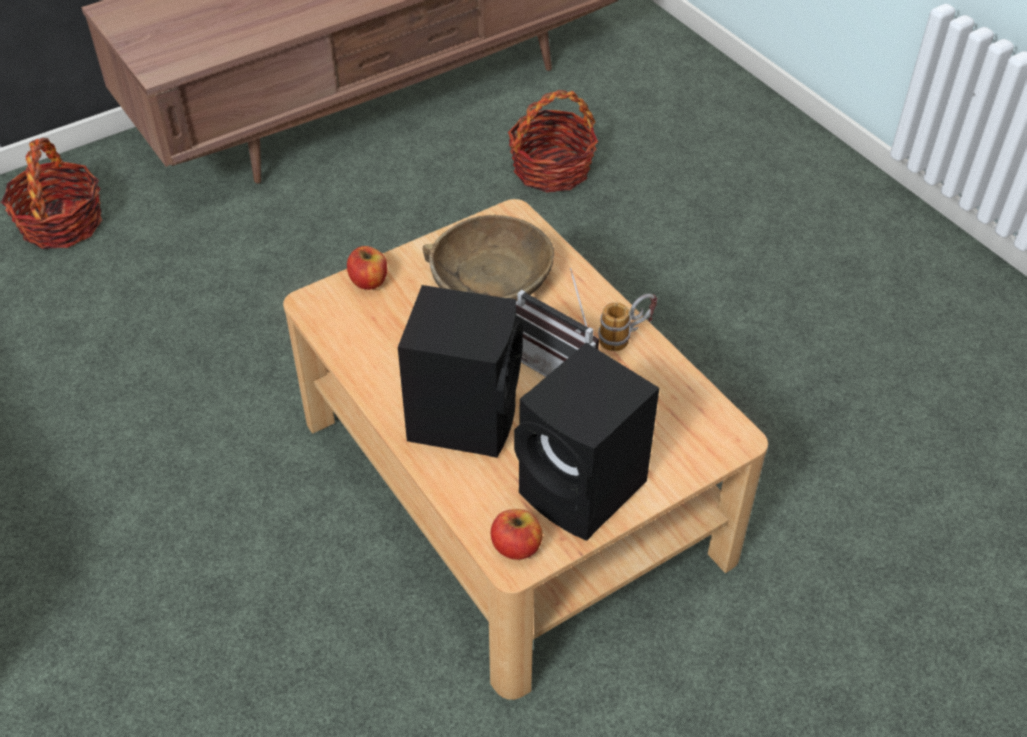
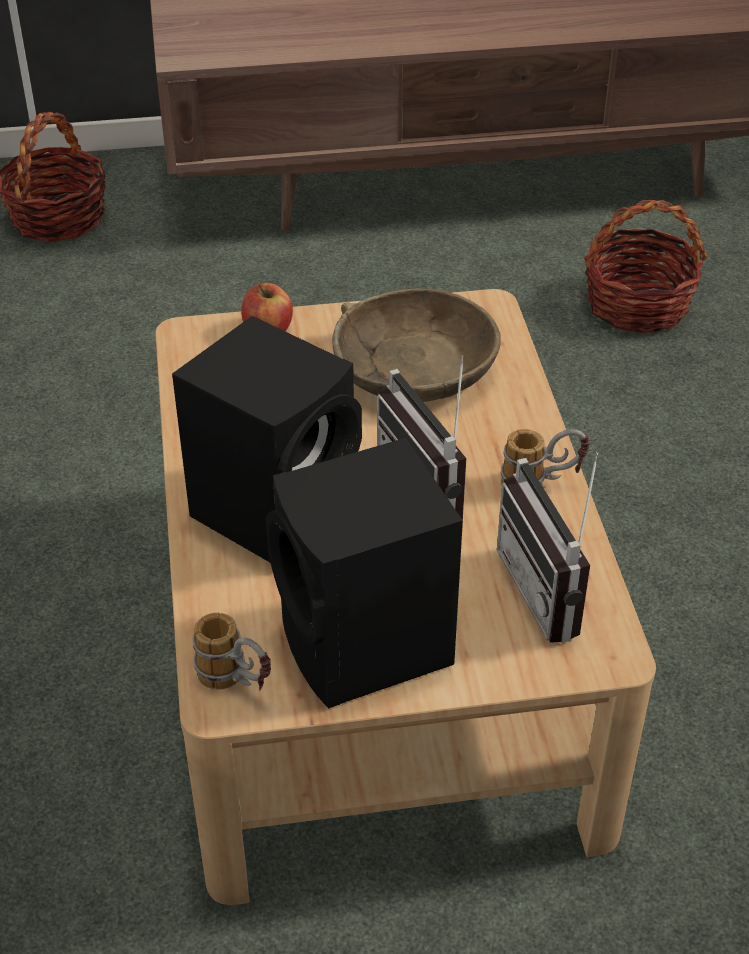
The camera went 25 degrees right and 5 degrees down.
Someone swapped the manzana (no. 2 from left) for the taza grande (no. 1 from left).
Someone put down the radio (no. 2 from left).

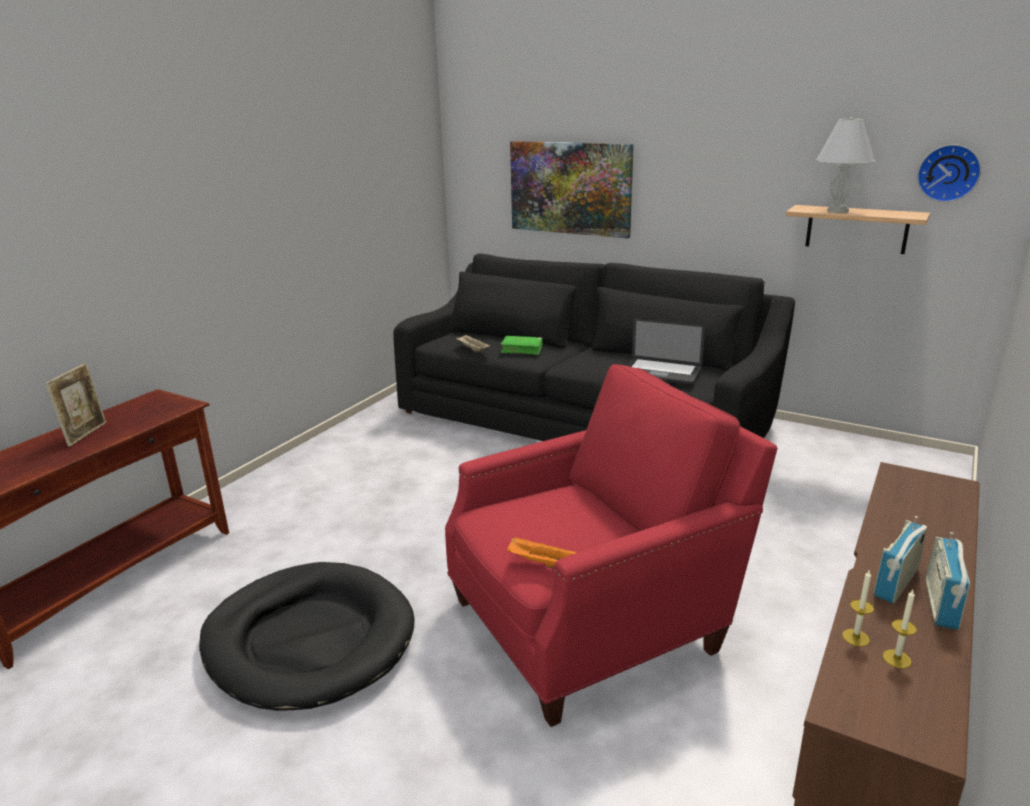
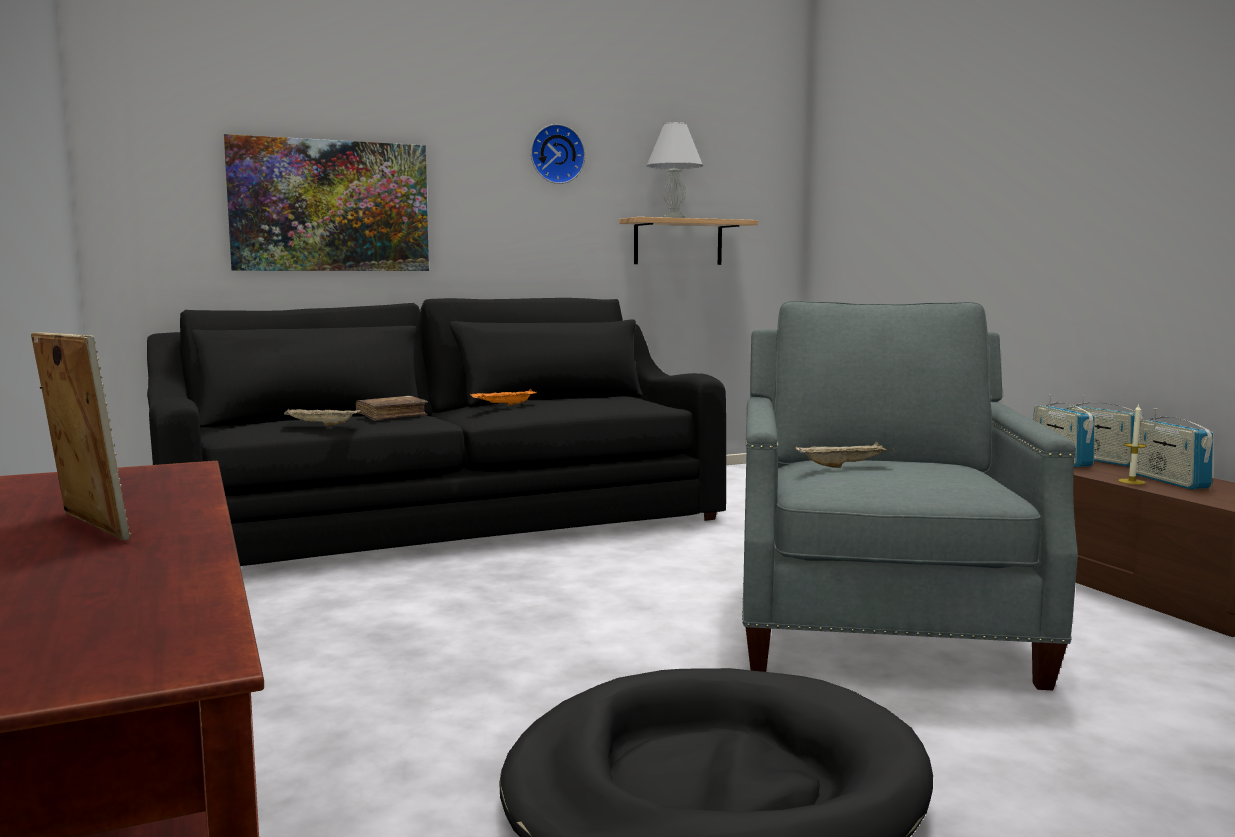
The camera went 55 degrees left and 15 degrees down.
Someone carried the reloj de pared.
Someone took away the portátil.
Someone repainted the libro/verde, which became the libro/marrón.
Someone repainted the sillón/rojo, which became the sillón/gris.
Someone carried the bandeja/naranja.
Someone swapped the vela (no. 2 from left) for the radio (no. 3 from left).
Someone put down the bandeja/beis (no. 2 from left).

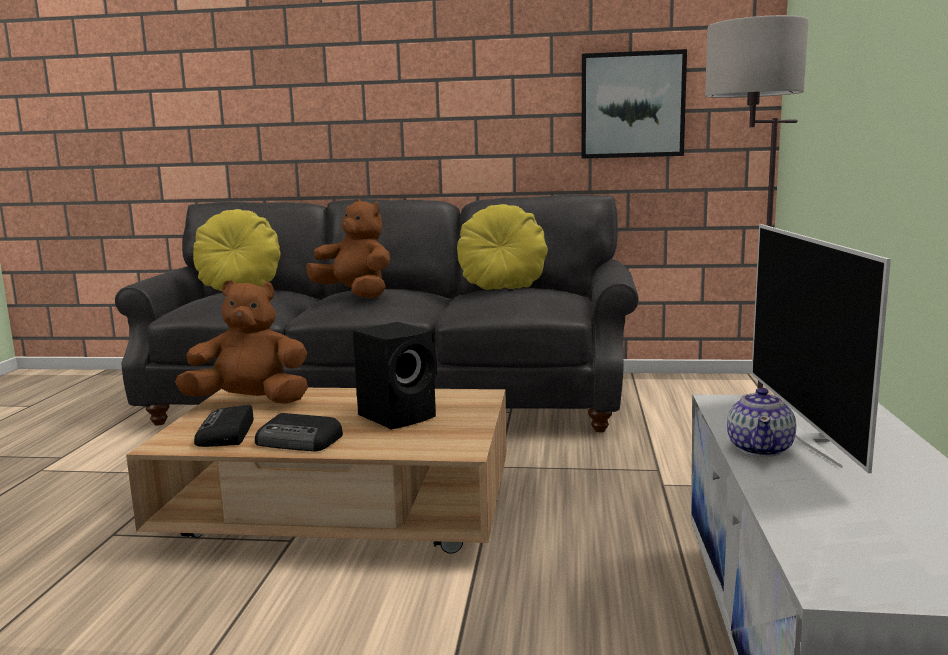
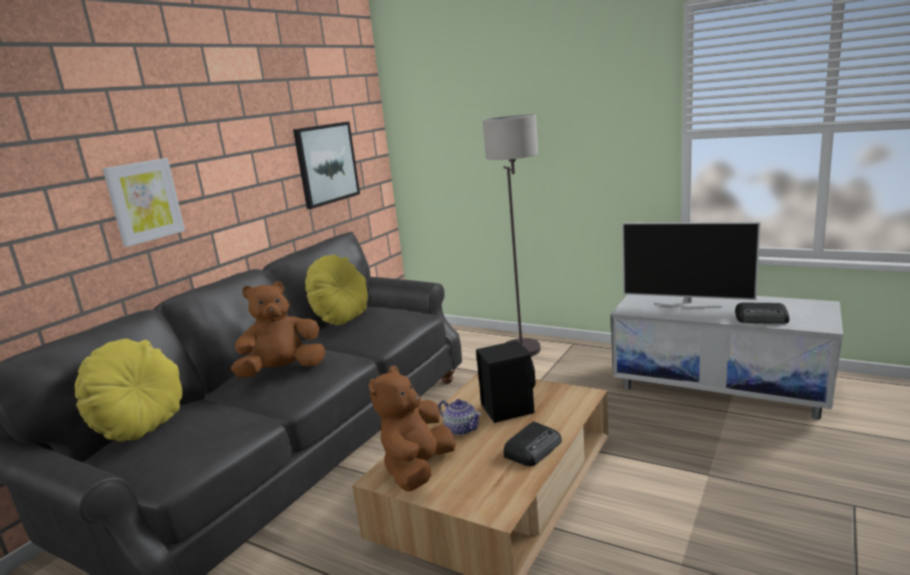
The camera went 65 degrees left and 5 degrees up.
Someone carried the tetera.
Someone carried the radio (no. 1 from left in the first image).
Someone put up the cuadro (no. 1 from left).

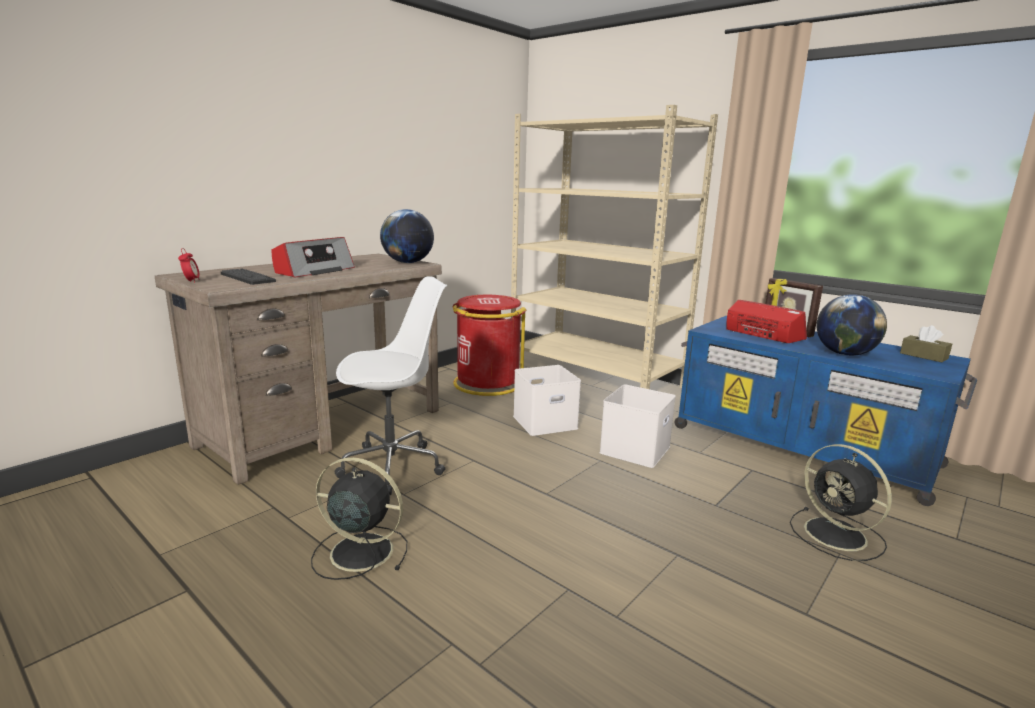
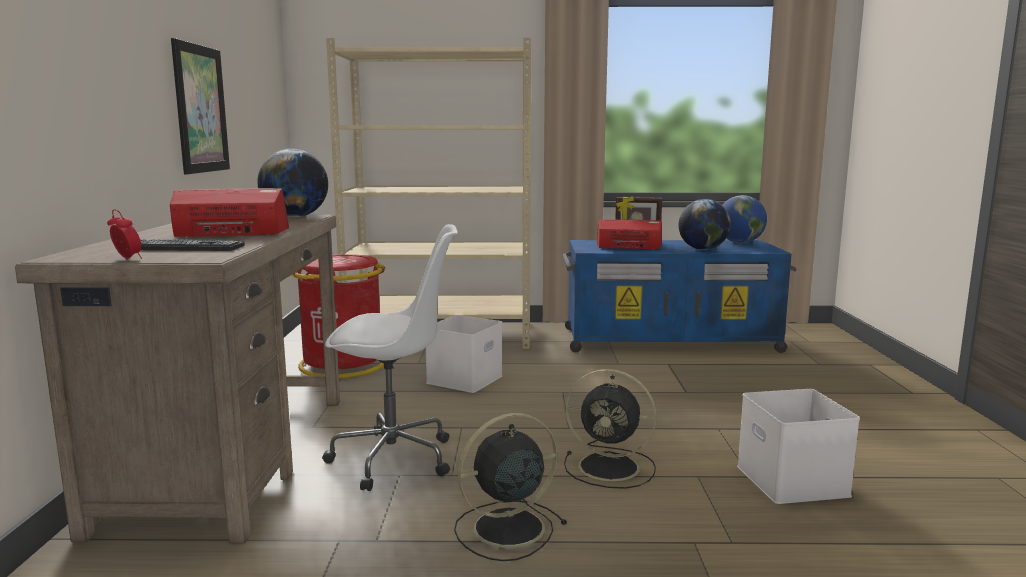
The camera went 40 degrees left and 5 degrees down.
Someone rotated the radio (no. 1 from left) by 90 degrees counterclockwise.
Someone rotated the silla de oficina/blanco by 60 degrees clockwise.
Someone swapped the caja de pañuelos/marrón for the globo terráqueo (no. 3 from left).
Someone carried the caja de almacenaje/blanco (no. 2 from left).
Someone carried the ventilador/negro (no. 2 from left).
Someone put up the cuadro.

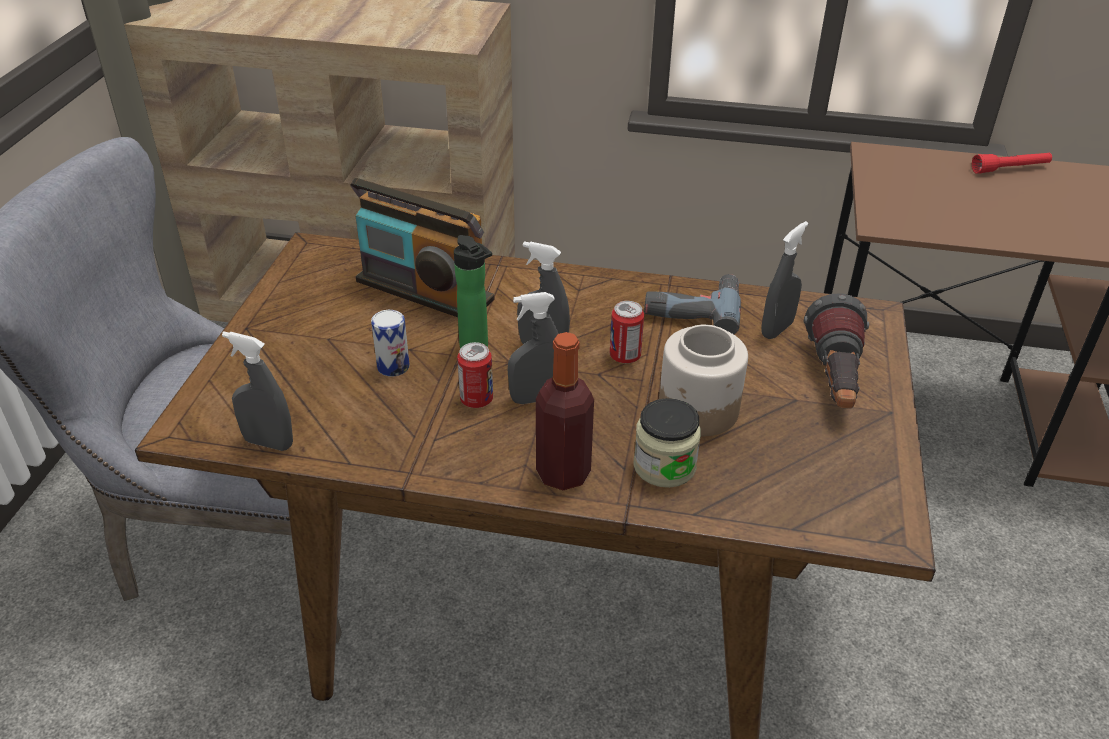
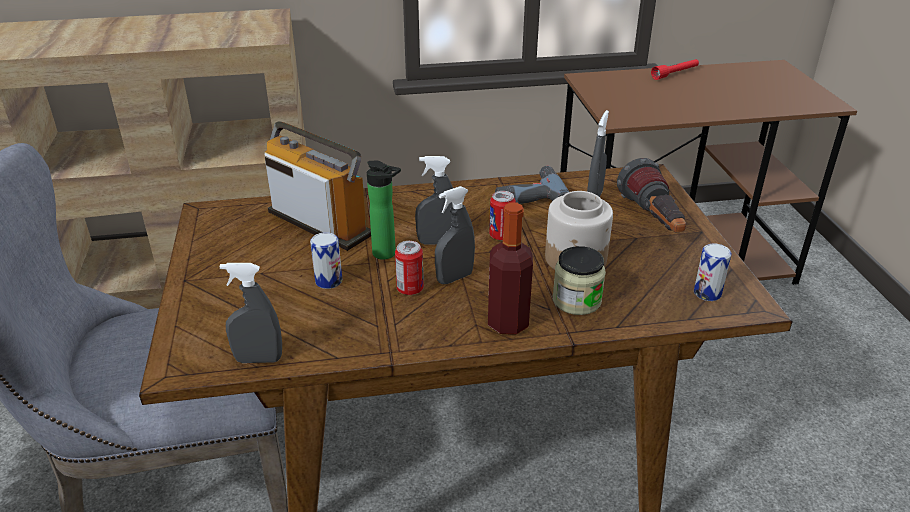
The camera went 20 degrees left and 5 degrees down.
Someone rotated the radio by 150 degrees counterclockwise.
Someone put down the lata (no. 4 from left).

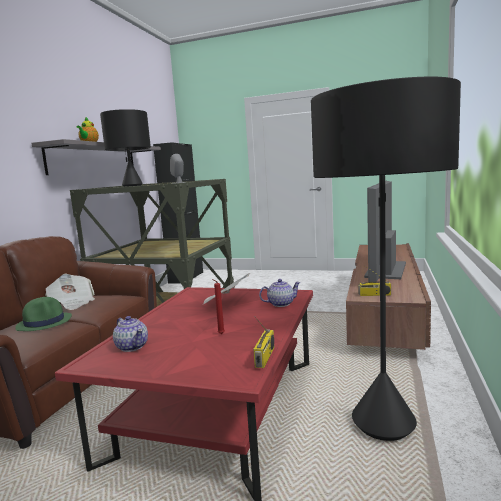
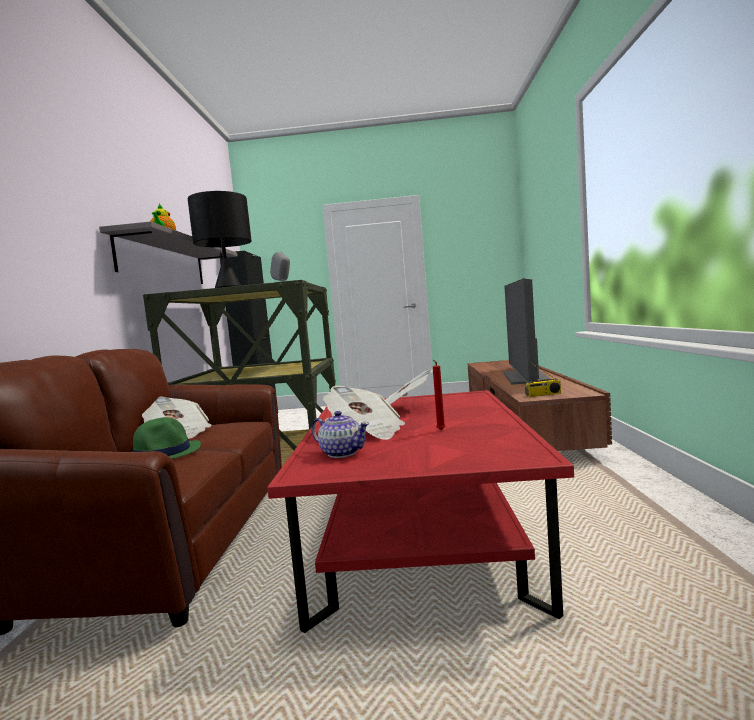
The camera went 15 degrees left and 5 degrees down.
Someone took away the lámpara de pie/negro.
Someone took away the tetera (no. 3 from left).
Someone took away the radio (no. 1 from left).
Someone put down the periódico (no. 2 from left).

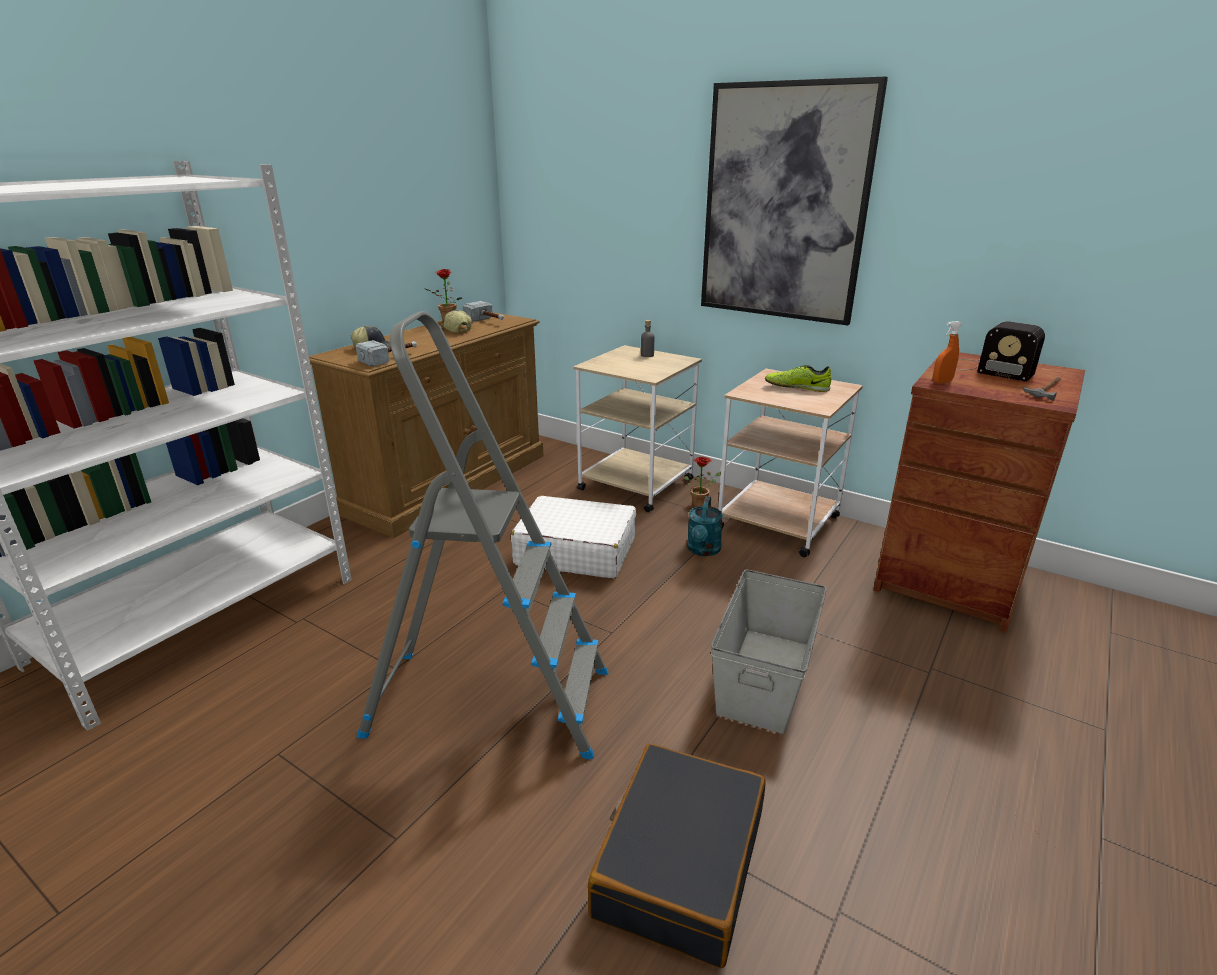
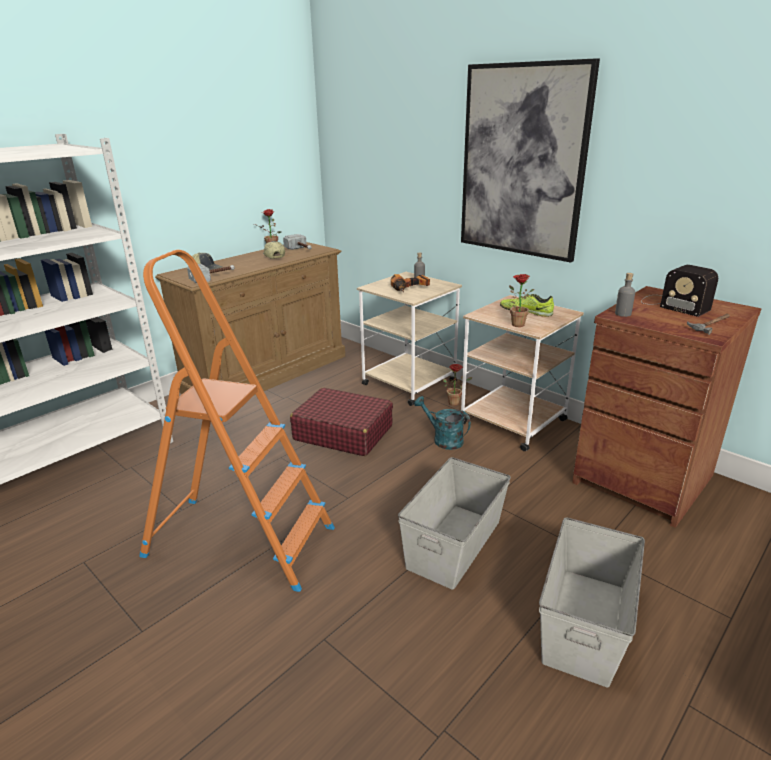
The camera went 10 degrees right and 0 degrees up.
Someone repainted the escalera de tijera/gris, which became the escalera de tijera/naranja.
Someone swapped the pulverizador/naranja for the botella/gris (no. 2 from left).
Someone repainted the maleta/blanco, which became the maleta/rojo.
Someone rotated the regadera/turquesa by 105 degrees clockwise.
Someone took away the maleta/negro.
Someone put down the taladro.
Someone put down the planta en maceta (no. 3 from left).
Someone put down the caja de almacenaje/gris (no. 2 from left).

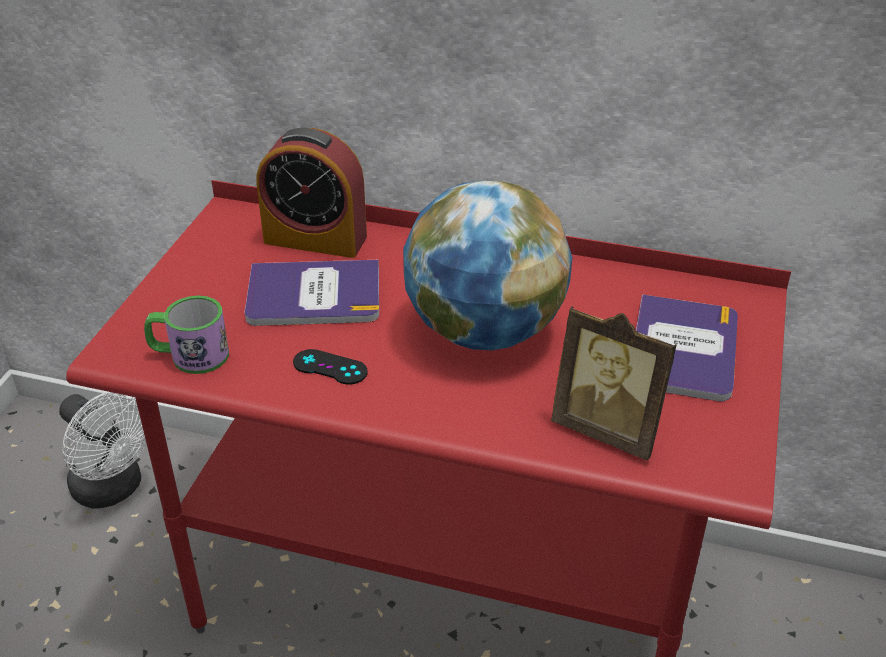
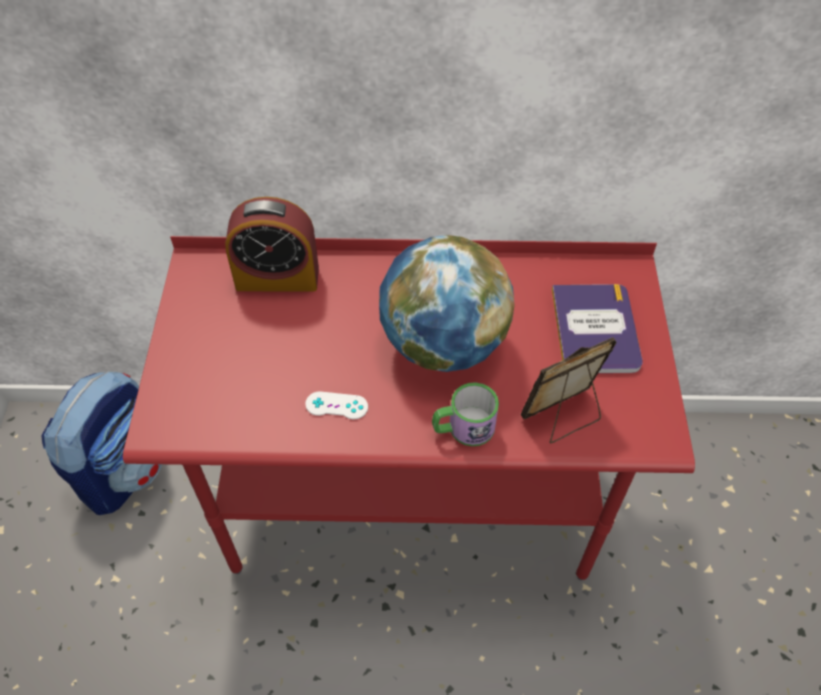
The camera went 15 degrees left and 15 degrees up.
Someone took away the libro (no. 1 from left).
Someone carried the taza grande.
Someone rotated the portarretratos by 135 degrees clockwise.
Someone repainted the mando de consola/negro, which became the mando de consola/blanco.
Someone swapped the ventilador/blanco for the mochila.

